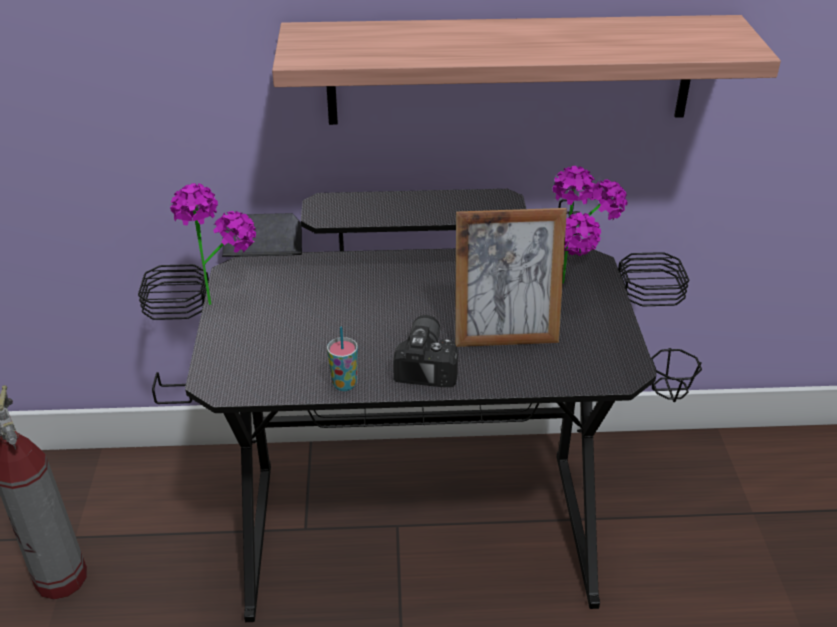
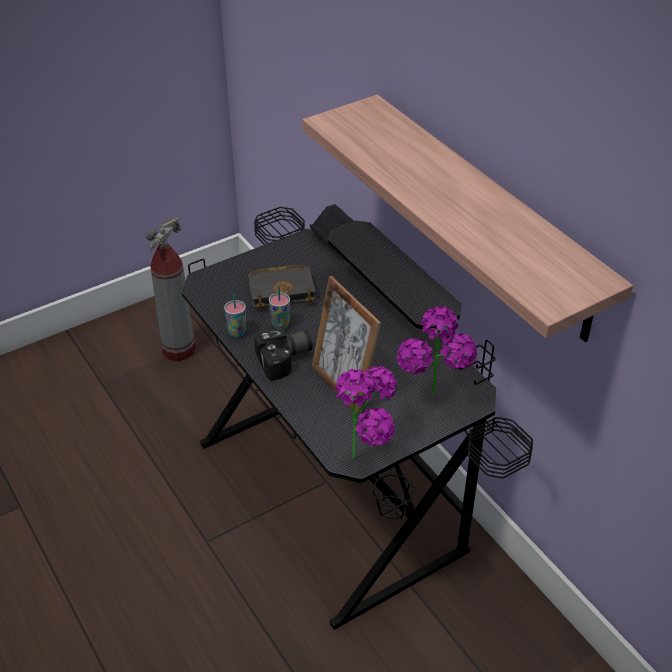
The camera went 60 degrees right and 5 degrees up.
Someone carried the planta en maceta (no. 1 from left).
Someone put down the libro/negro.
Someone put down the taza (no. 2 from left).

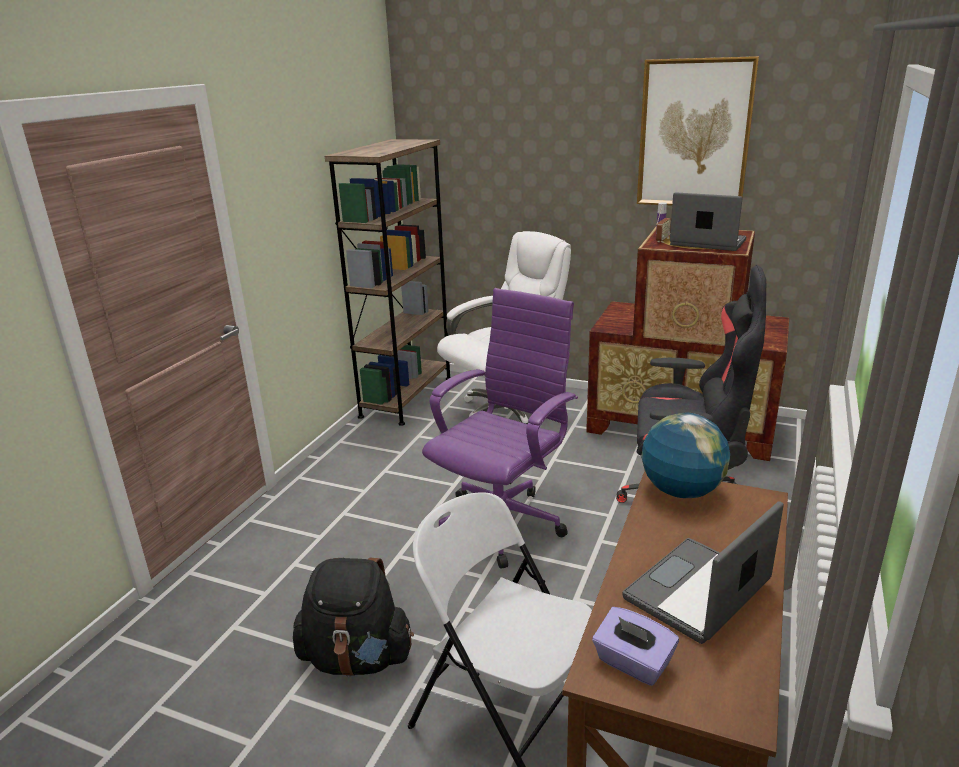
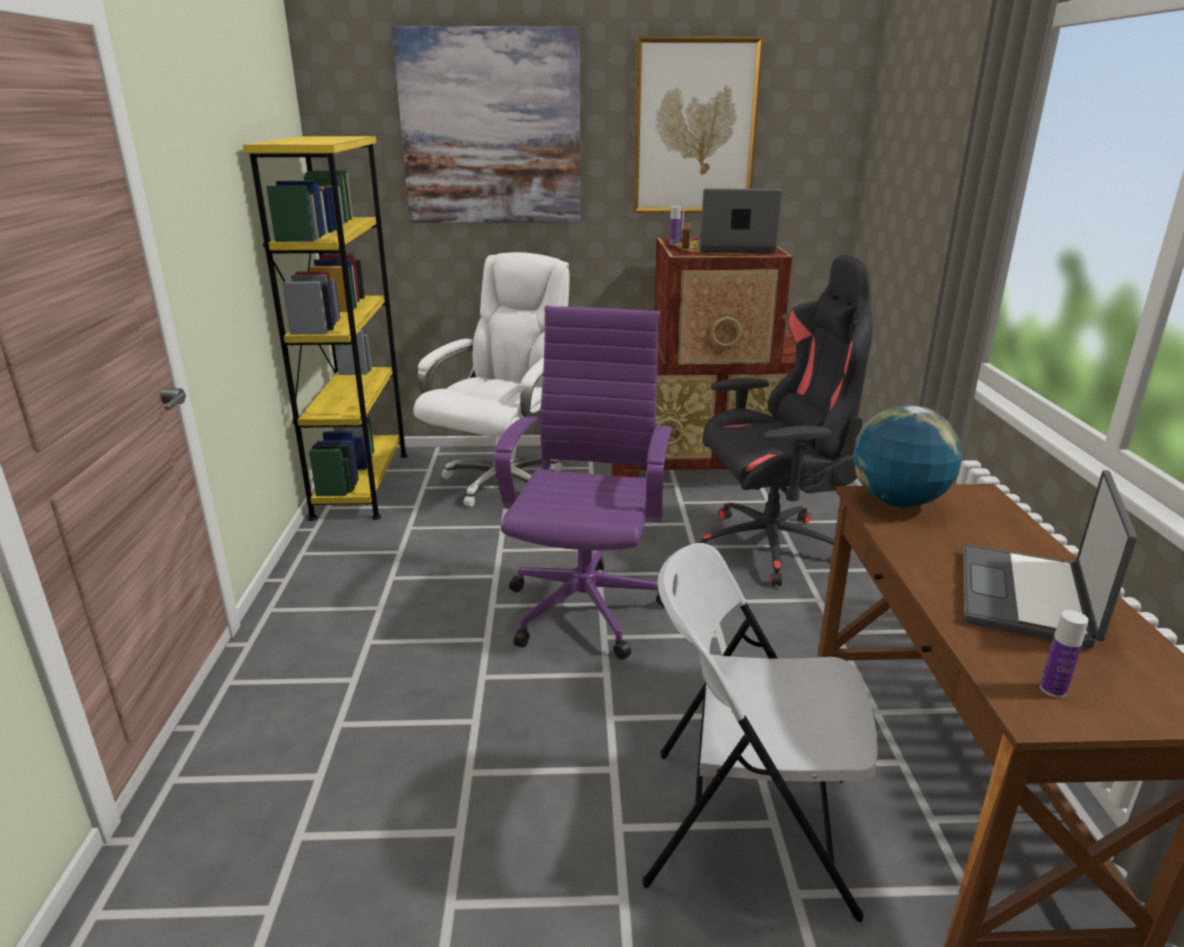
The camera went 25 degrees left and 0 degrees up.
Someone repainted the estantería/marrón, which became the estantería/amarillo.
Someone took away the mochila/negro.
Someone swapped the caja de pañuelos/morado for the botella (no. 2 from left).
Someone put up the cuadro (no. 1 from left).

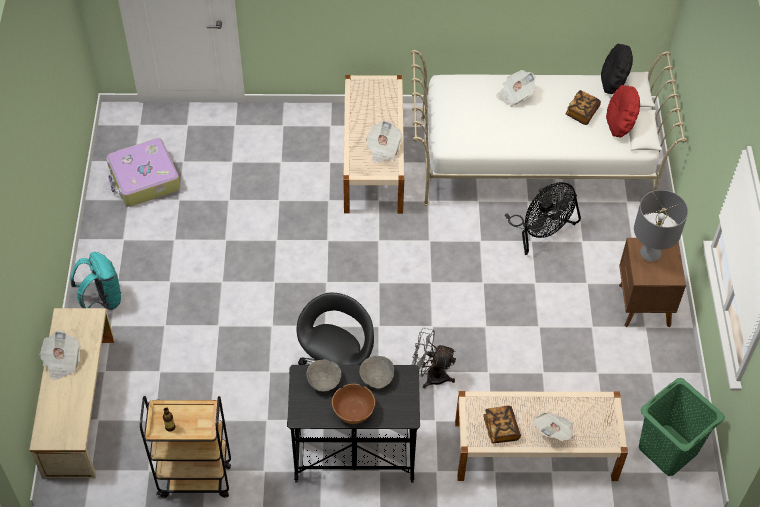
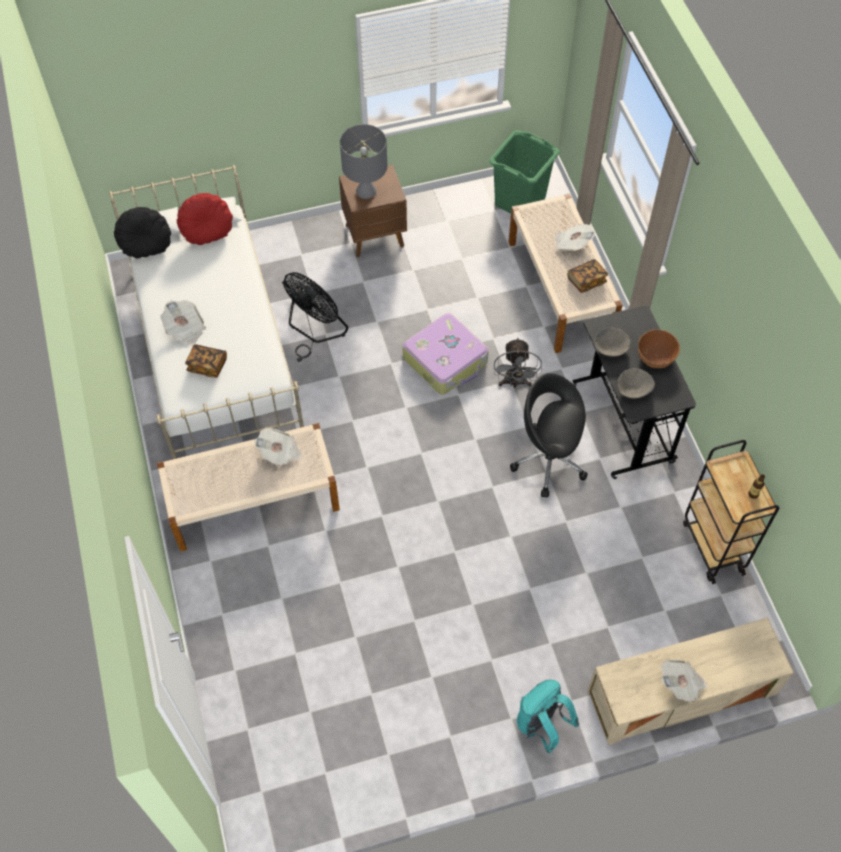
The camera went 105 degrees left and 5 degrees up.
Someone carried the libro (no. 2 from left in the first image).
Someone carried the maleta.

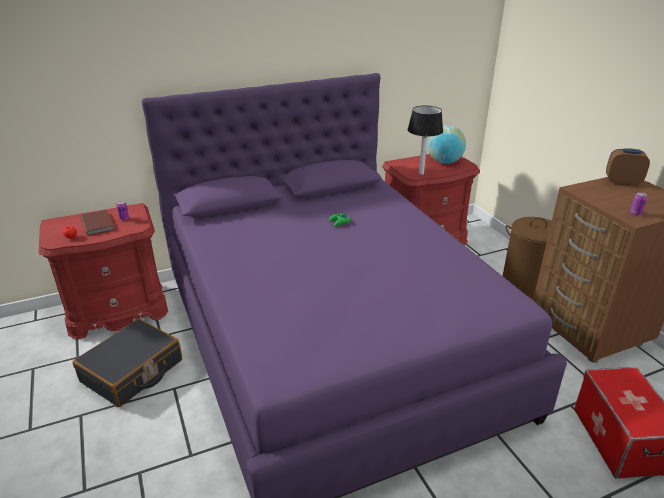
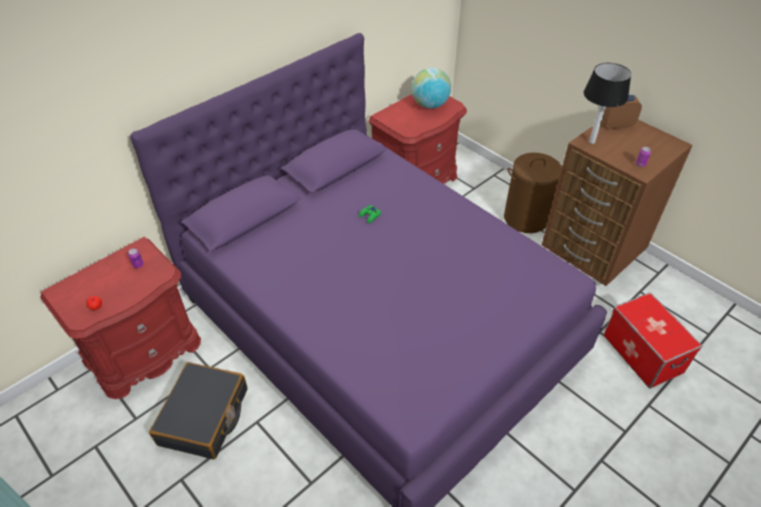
The camera went 20 degrees left and 15 degrees up.
Someone carried the lámpara de mesa.
Someone took away the libro/marrón.

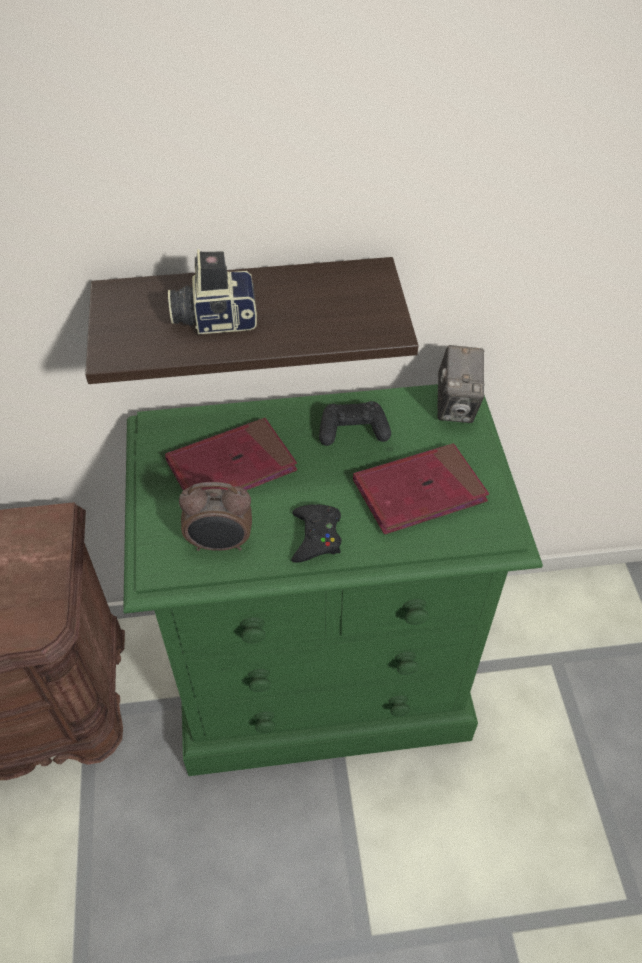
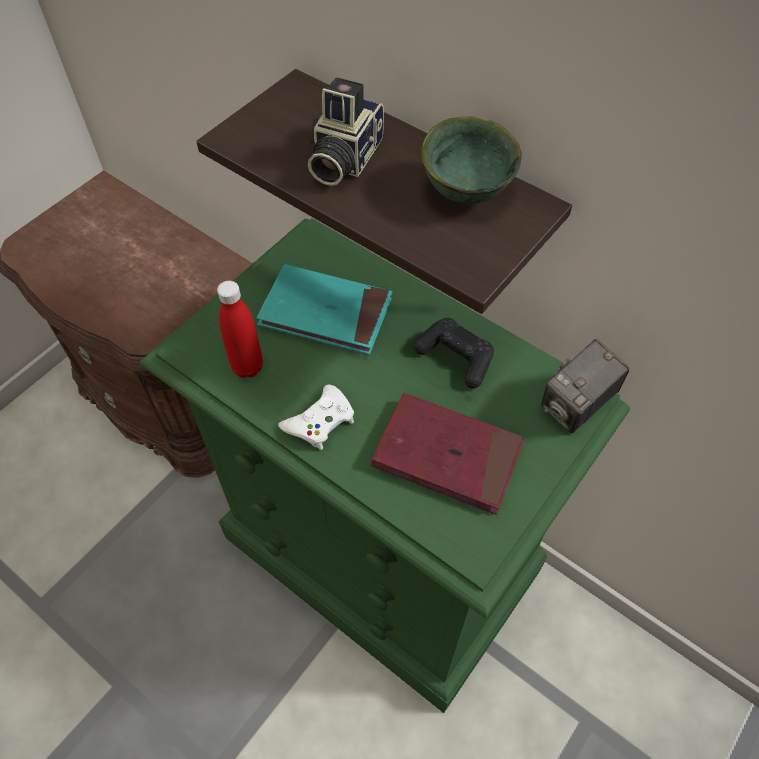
The camera went 45 degrees right and 5 degrees up.
Someone rotated the cámara (no. 1 from left) by 105 degrees counterclockwise.
Someone repainted the libro/rojo (no. 1 from left), which became the libro/turquesa.
Someone swapped the despertador for the botella/rojo.
Someone repainted the mando de consola/negro (no. 1 from left), which became the mando de consola/blanco.
Someone put down the cuenco/verde.

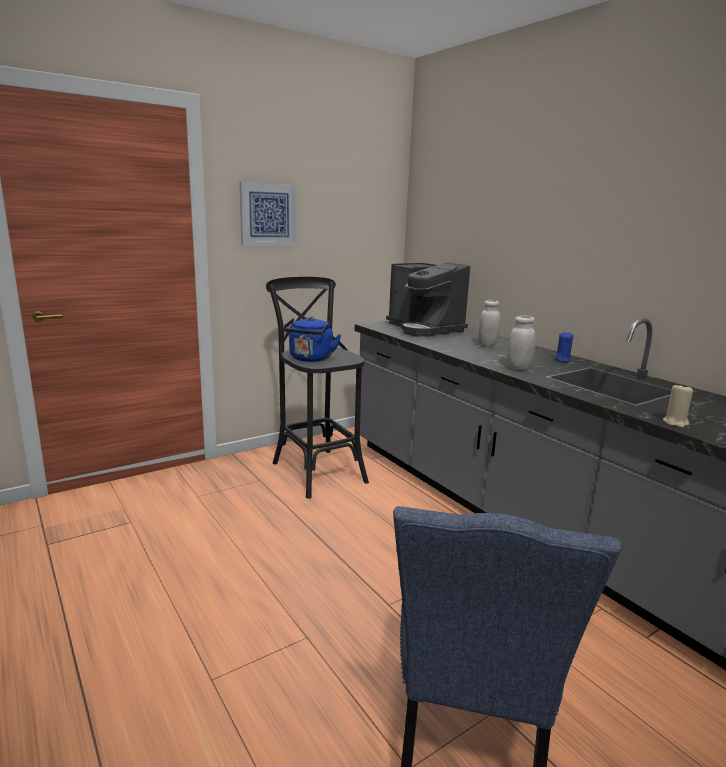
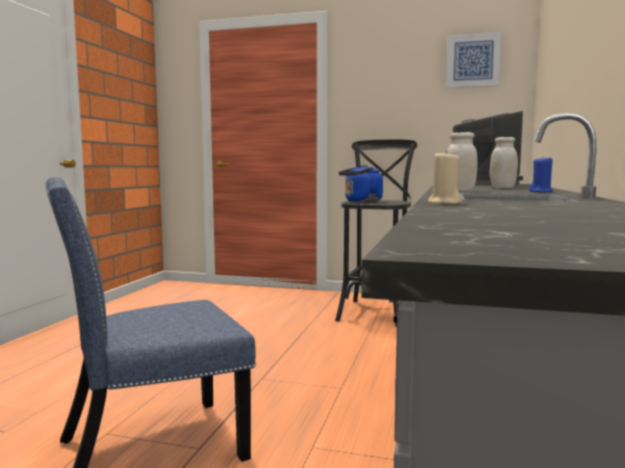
The camera went 50 degrees right and 10 degrees down.
Someone carried the cuadro.

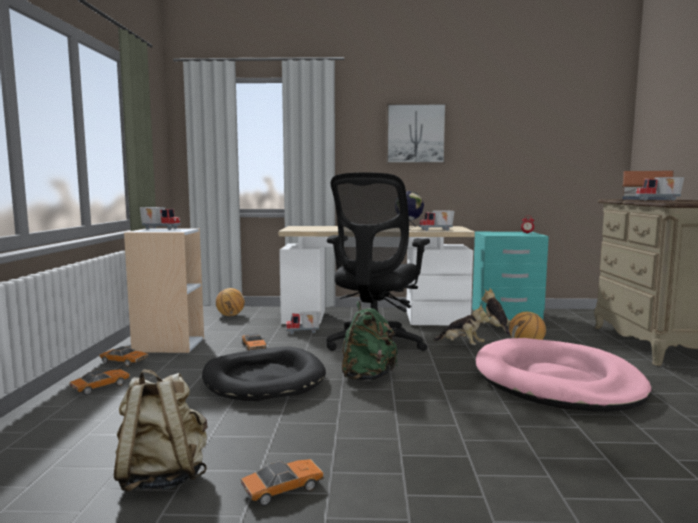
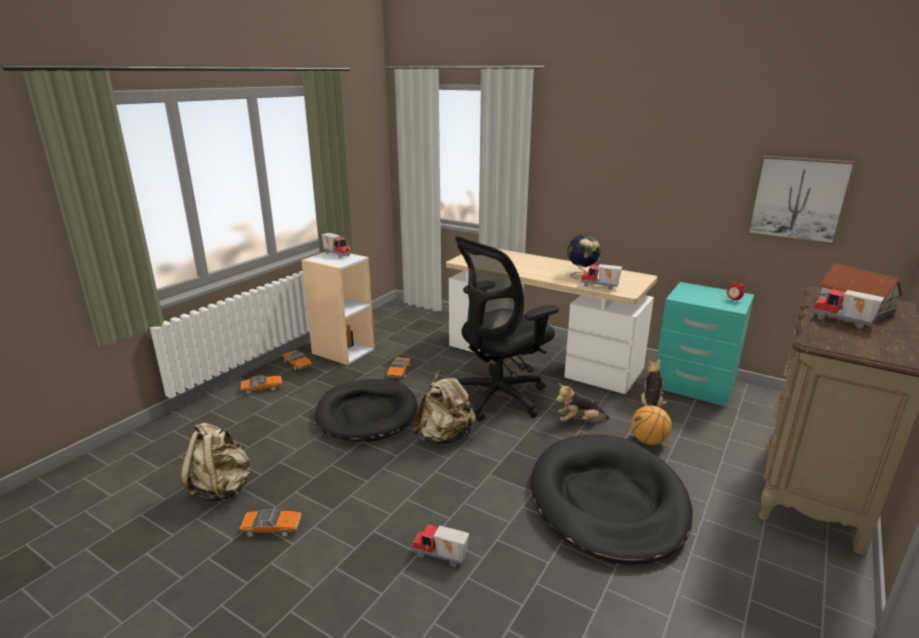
The camera went 30 degrees right and 15 degrees up.
Someone carried the cuadro.
Someone took away the balón de baloncesto (no. 1 from left).
Someone repainted the mochila/verde, which became the mochila/beis (no. 2 from left).
Someone rotated the peluche (no. 1 from left) by 105 degrees clockwise.
Someone carried the camión de juguete (no. 2 from left).
Someone repainted the cama para perro/rosa, which became the cama para perro/negro (no. 2 from left).

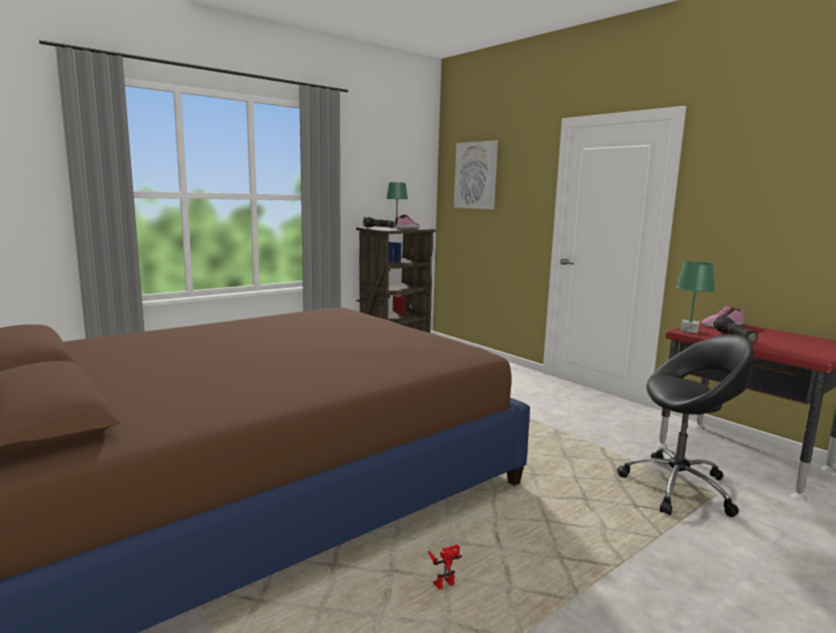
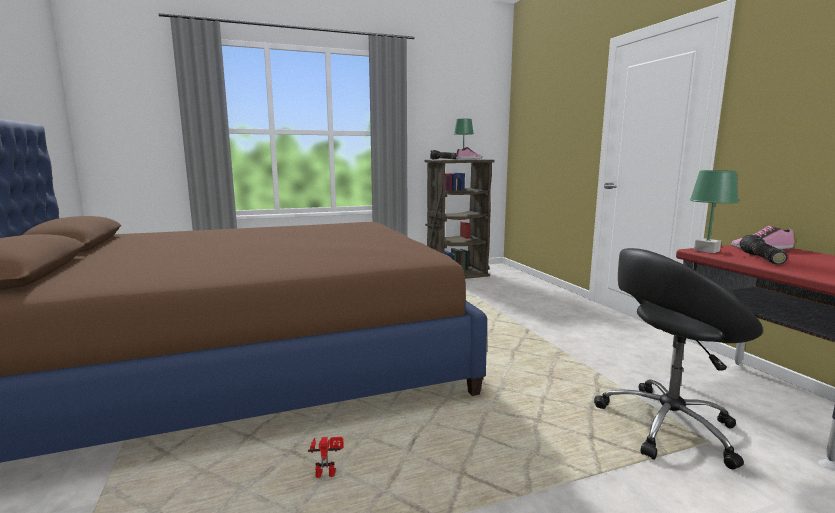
The camera went 20 degrees right and 0 degrees up.
Someone took away the cuadro.
Someone rotated the silla de oficina/negro by 135 degrees clockwise.

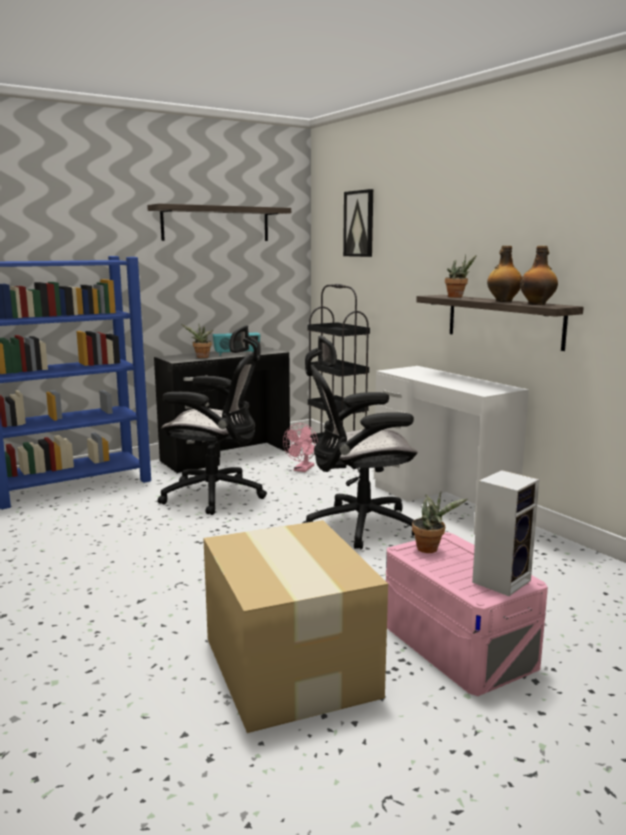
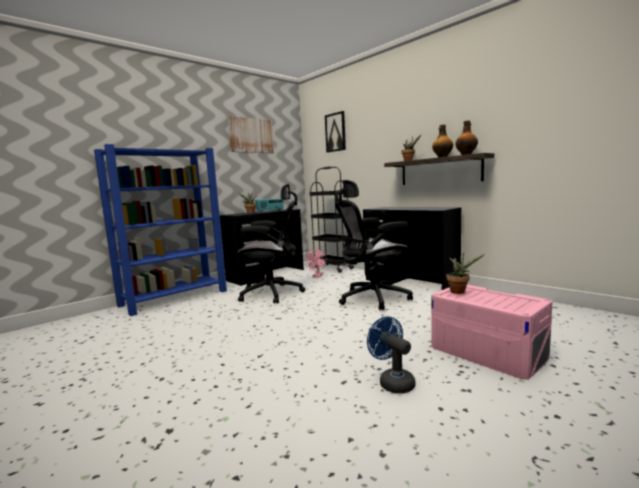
The camera went 10 degrees left and 5 degrees down.
Someone swapped the estante (no. 1 from left) for the cuadro (no. 1 from left).
Someone repainted the escritorio/blanco, which became the escritorio/negro (no. 2 from left).
Someone took away the altavoz.
Someone swapped the caja de cartón for the ventilador/azul.

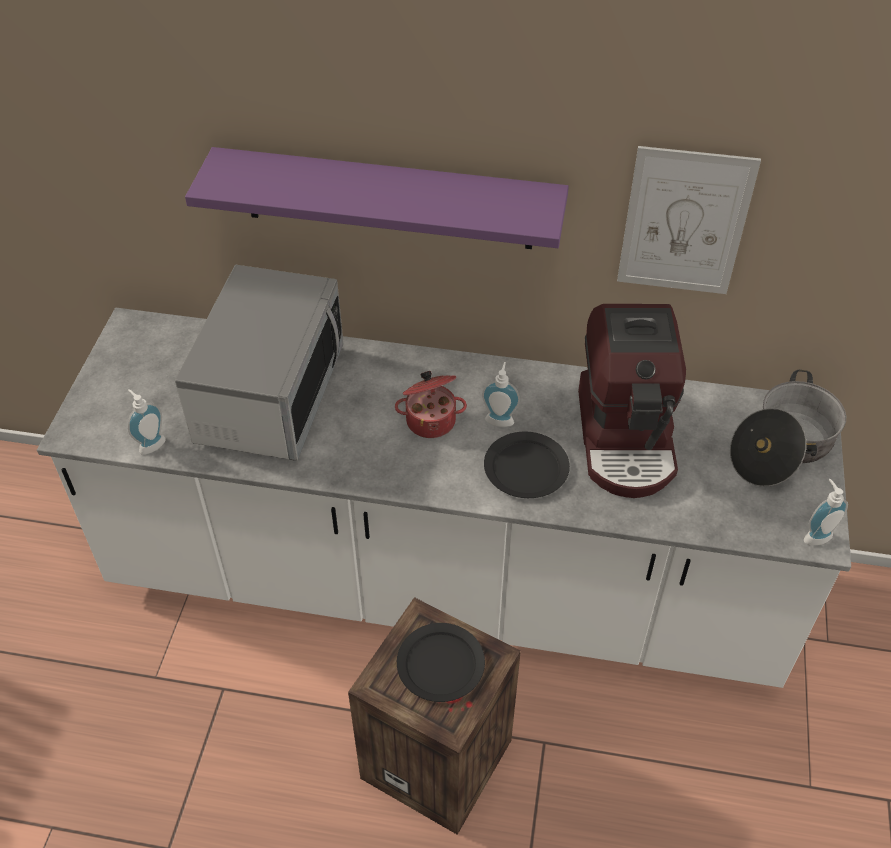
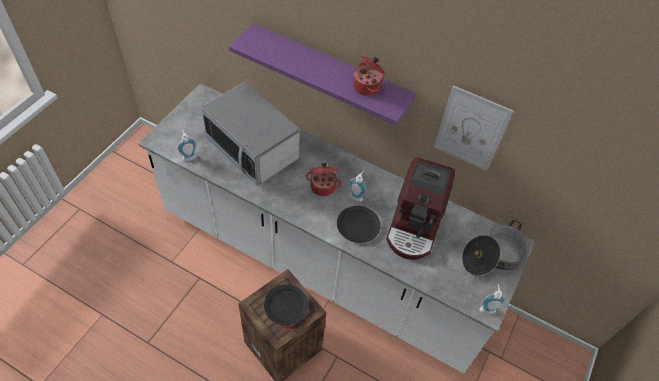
The camera went 15 degrees right and 5 degrees up.
Someone rotated the microondas by 105 degrees clockwise.
Someone put down the olla (no. 2 from left).

